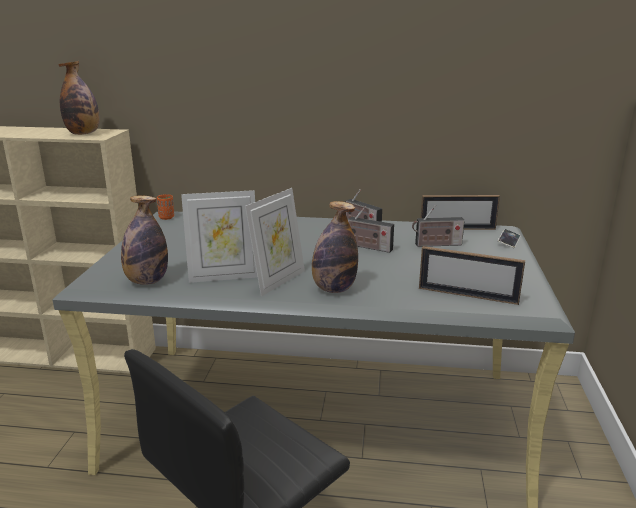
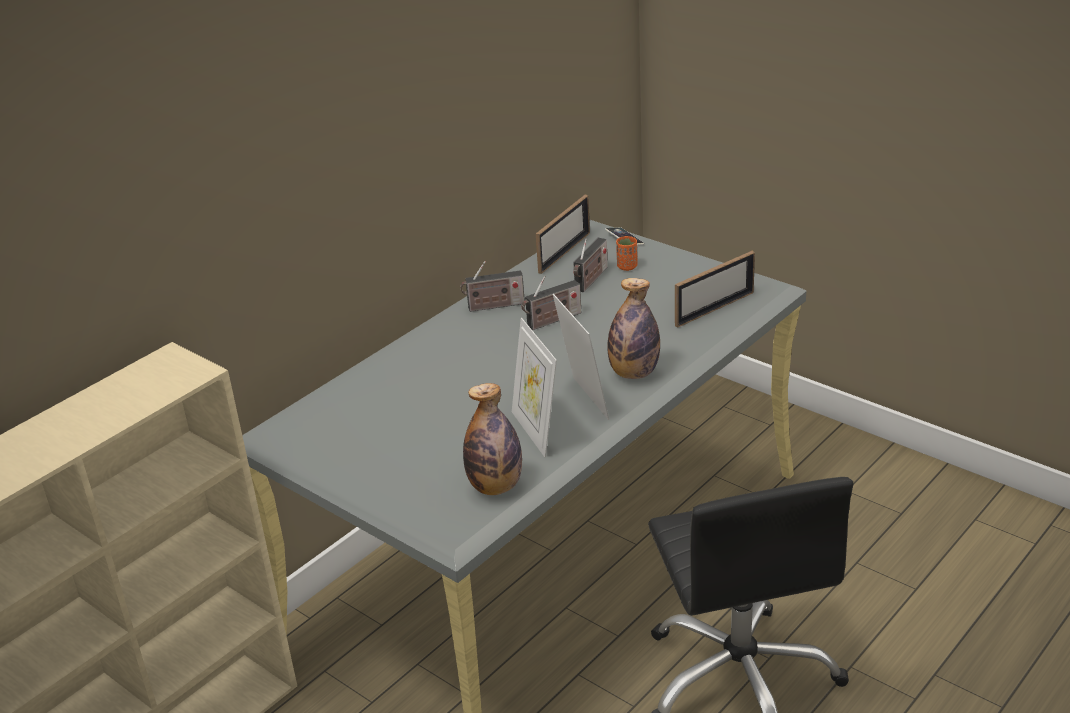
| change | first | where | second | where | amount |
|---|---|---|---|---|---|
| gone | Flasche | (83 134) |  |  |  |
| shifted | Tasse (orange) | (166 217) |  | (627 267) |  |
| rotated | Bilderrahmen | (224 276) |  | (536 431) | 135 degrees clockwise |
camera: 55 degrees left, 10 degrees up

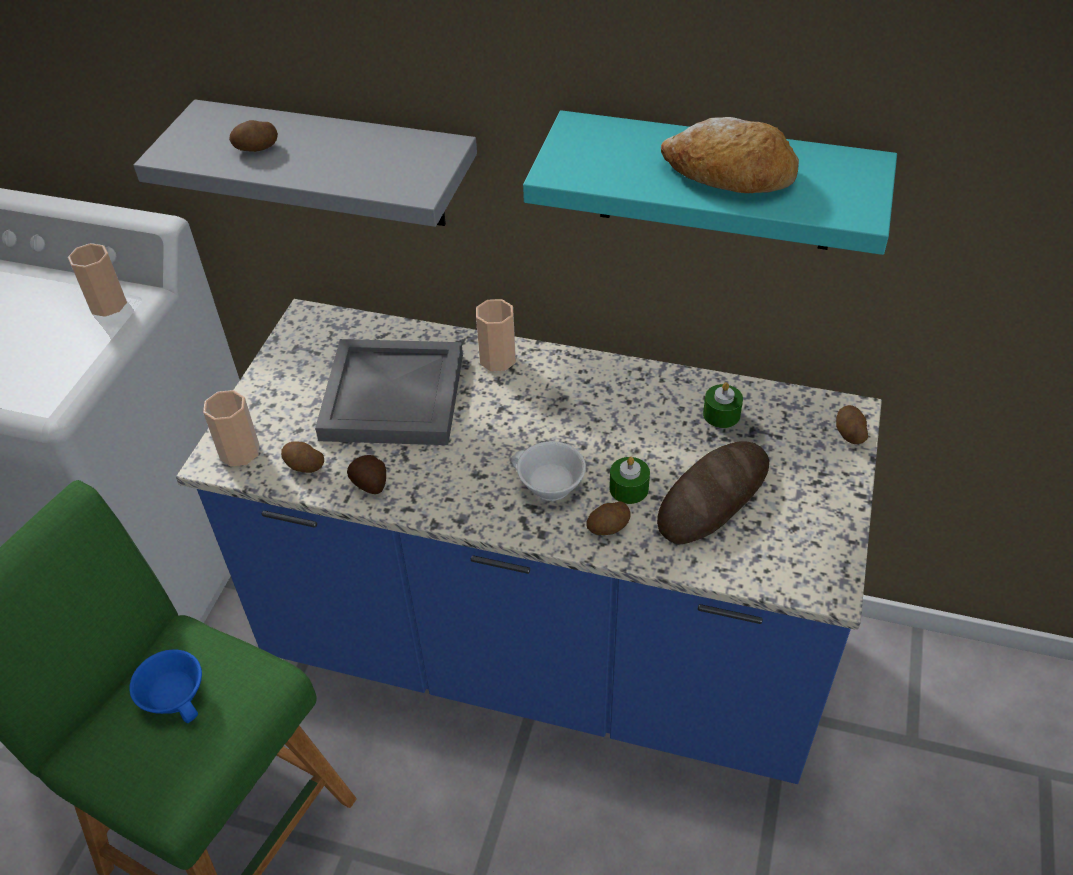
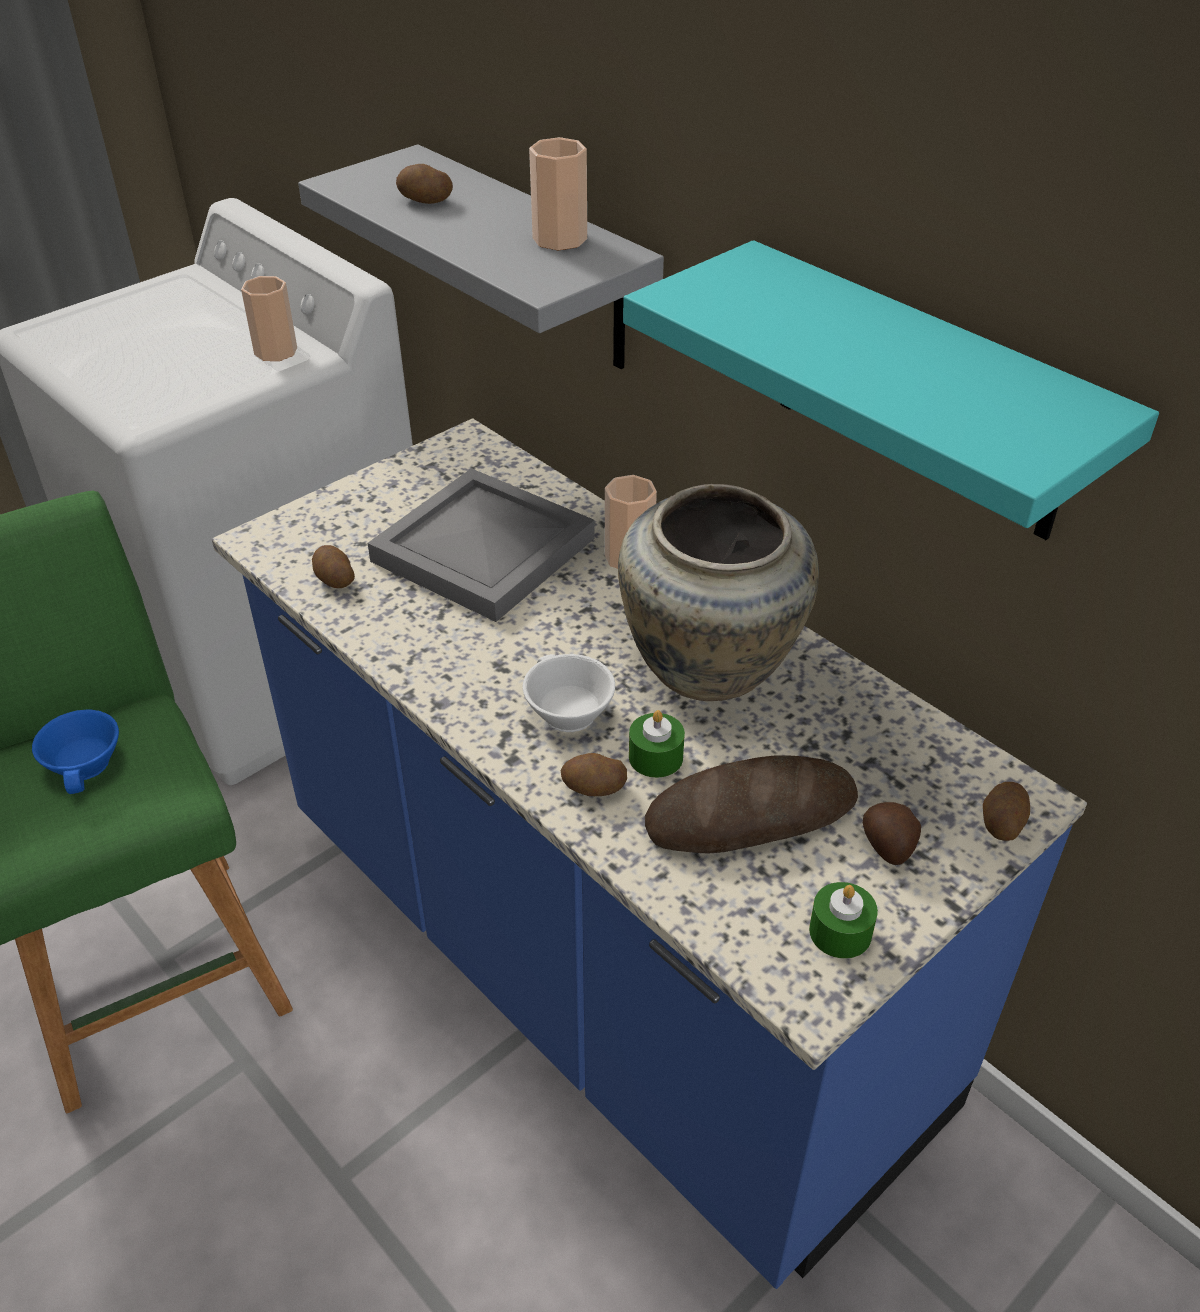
| change | first | where | second | where | amount |
|---|---|---|---|---|---|
| gone | Brot | (729 175) |  |  |  |
| new |  |  | Vase (beige) | (709 669) |  |
| shifted | Tasse | (239 452) |  | (559 239) |  |
| shifted | Kartoffel | (370 484) |  | (888 847) |  |
| shifted | Kerze (grün) | (721 414) |  | (840 932) |  |
camera: 30 degrees right, 5 degrees down

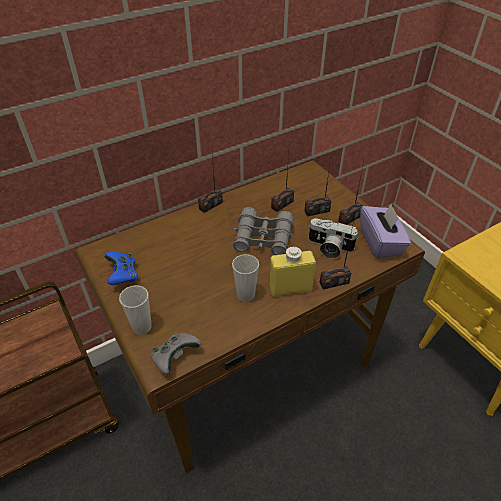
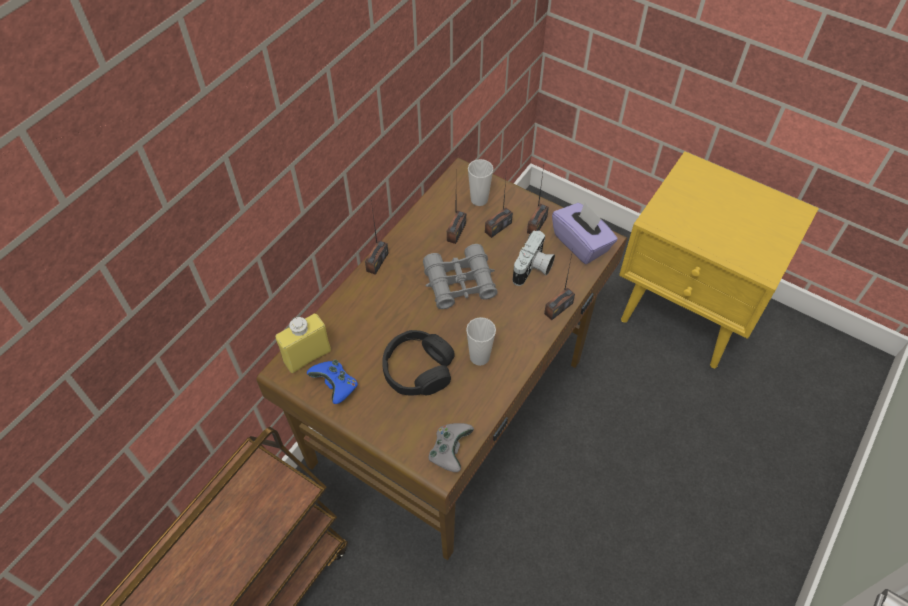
| change | first | where | second | where | amount |
|---|---|---|---|---|---|
| new |  |  | Kopfhörer (schwarz) | (418 369) |  |
| shifted | Tasse | (142 327) |  | (479 199) |  |
| shifted | Flasche (gelb) | (290 289) |  | (307 356) |  |
| rotated | Kamera | (329 248) |  | (533 269) | 60 degrees counterclockwise |
camera: 25 degrees left, 10 degrees up

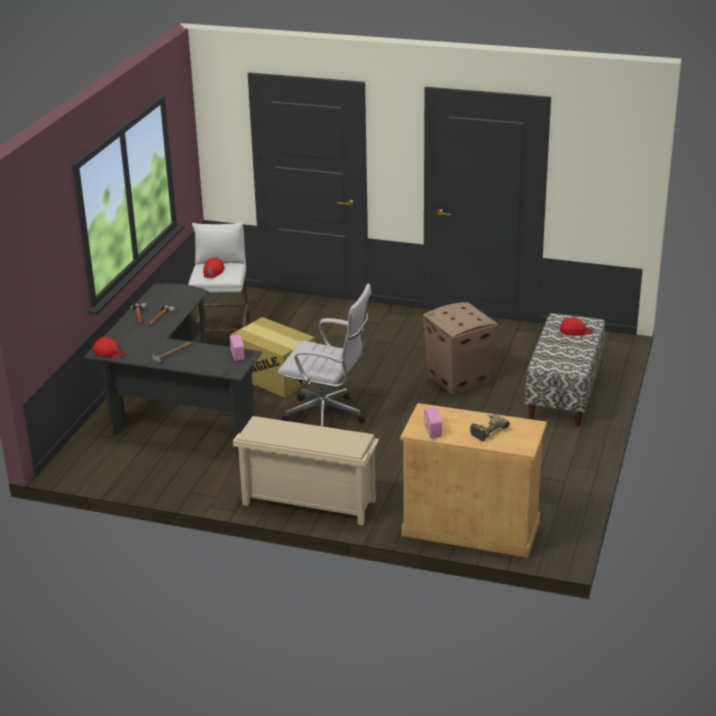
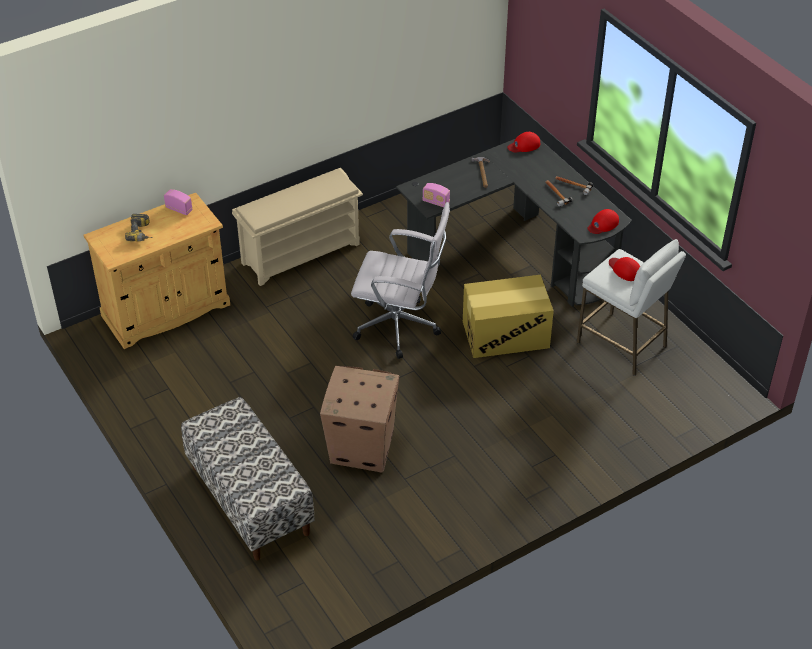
| change | first | where | second | where | amount |
|---|---|---|---|---|---|
| shifted | Kappe (rot) | (575 330) |  | (603 224) |  |
| rotated | Bürostuhl (weiß) | (328 417) |  | (401 328) | 135 degrees counterclockwise |
camera: 130 degrees right, 15 degrees up

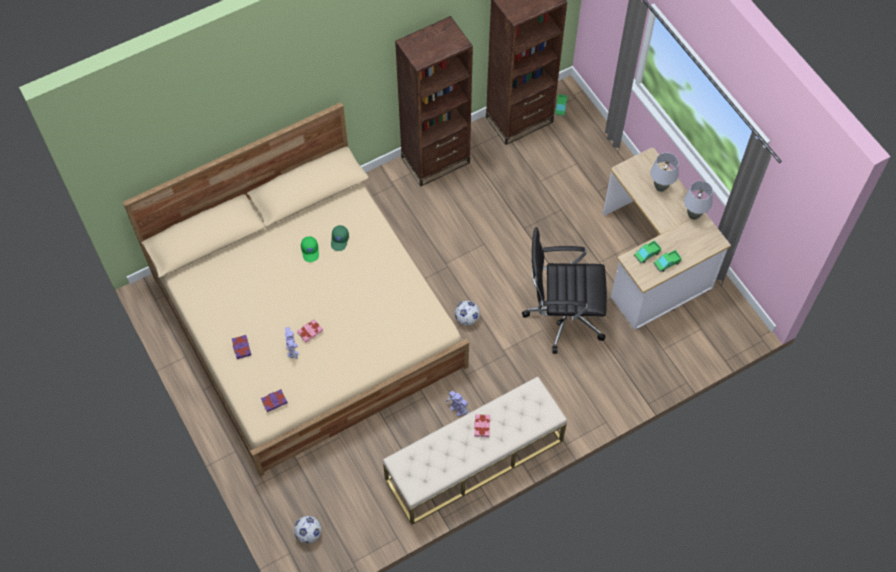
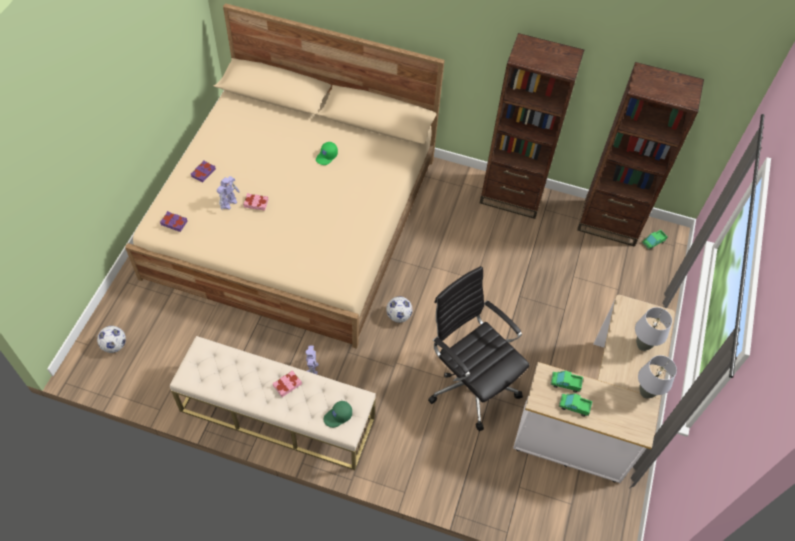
| change | first | where | second | where | amount |
|---|---|---|---|---|---|
| shifted | Kappe (grün) | (340 240) |  | (338 416) |  |
camera: 45 degrees right, 5 degrees down

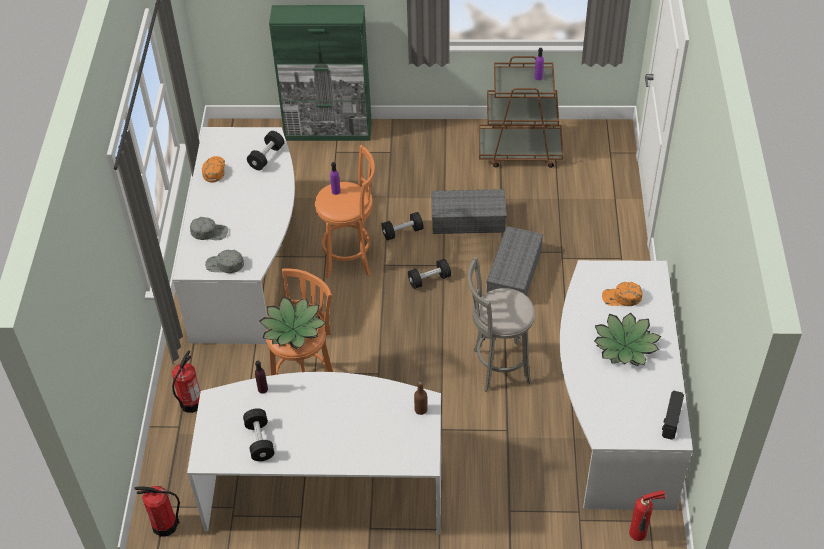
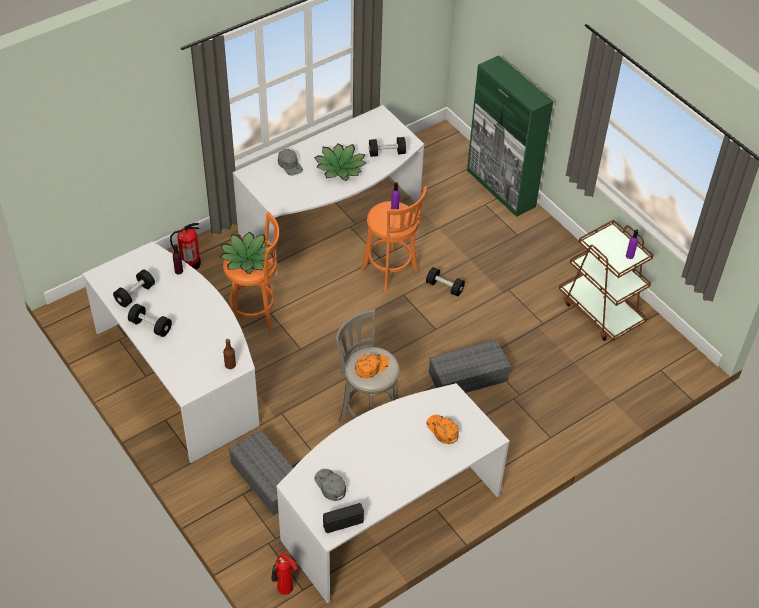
| change | first | where | second | where | amount |
|---|---|---|---|---|---|
| gone | Feuerlöscher | (165 525) |  |  |  |
| shifted | Kappe (orange) | (213 170) |  | (371 366) |  |
| shifted | Kappe (grau) | (224 265) |  | (330 485) |  |
| shifted | Hantel (schwarz) | (429 279) |  | (150 326) |  |
| shifted | Aufbewahrungsbox (grau) | (469 219) |  | (269 479) |  |
| shifted | Topfpflanze | (625 346) |  | (340 168) |  |
camera: 50 degrees right, 0 degrees up

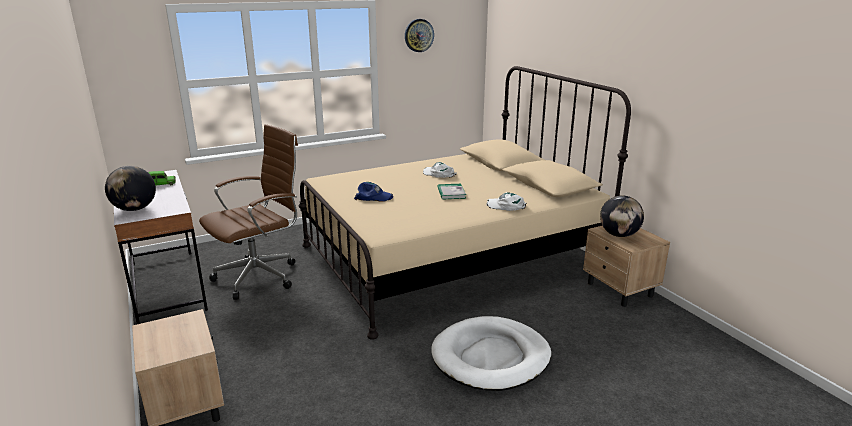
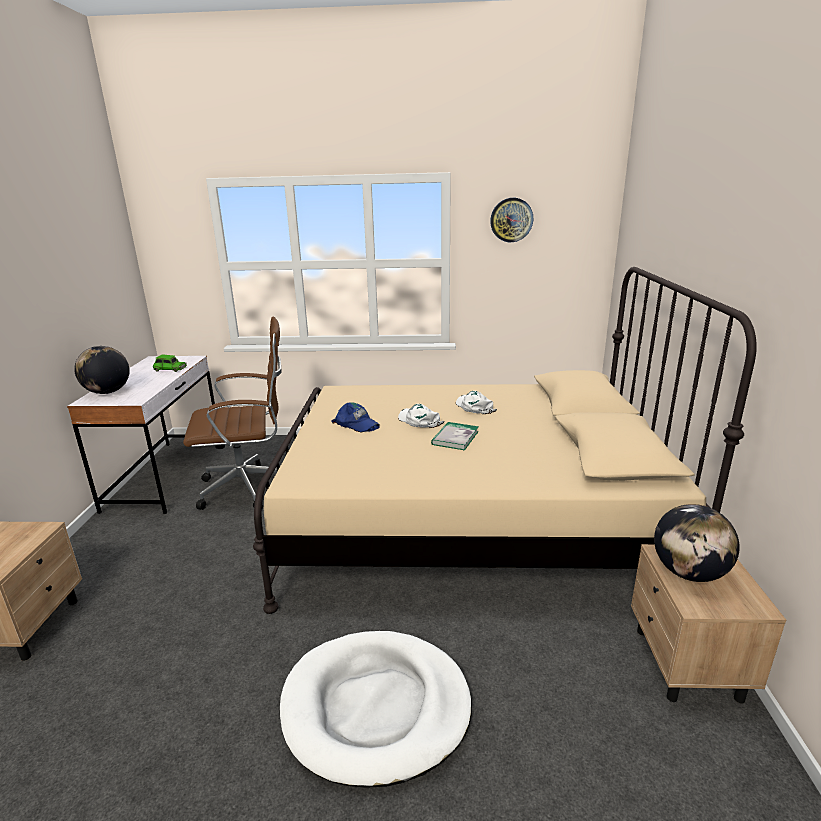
| change | first | where | second | where | amount |
|---|---|---|---|---|---|
| shifted | Kappe (weiß) | (506 206) |  | (419 420) |  |
camera: 30 degrees right, 0 degrees up

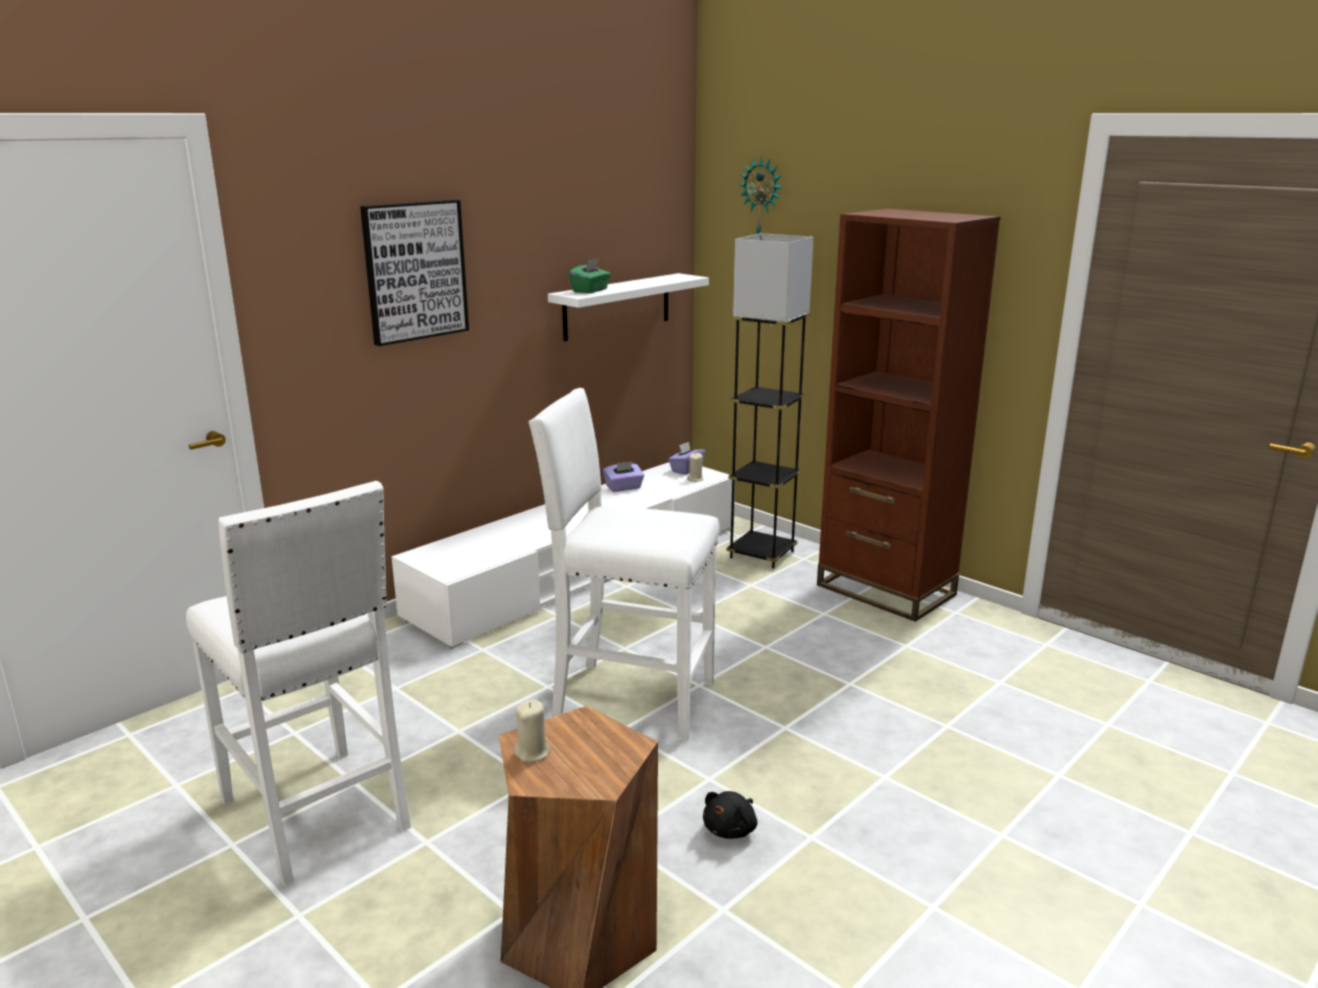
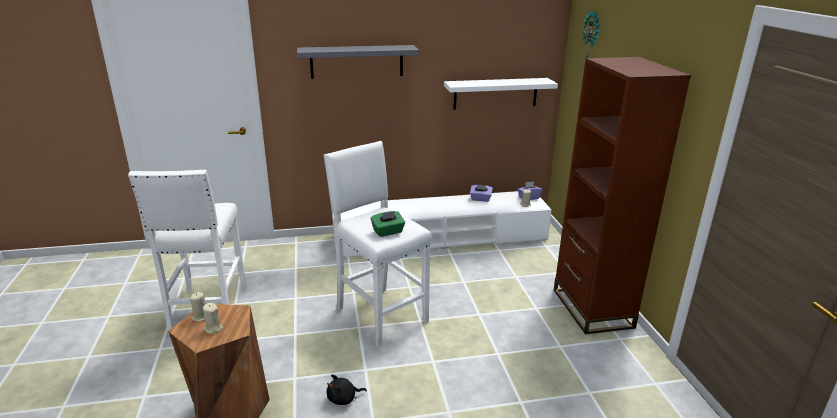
| change | first | where | second | where | amount |
|---|---|---|---|---|---|
| gone | Stehlampe (grau) | (761 554) |  |  |  |
| new |  |  | Kerze (beige) | (213 329) |  |
| shifted | Taschentuchbox (grün) | (590 291) |  | (388 232) |  |
| swapped | Bild | (415 271) | Wandregal (grau) | (357 61) |  |
camera: 35 degrees right, 5 degrees up

